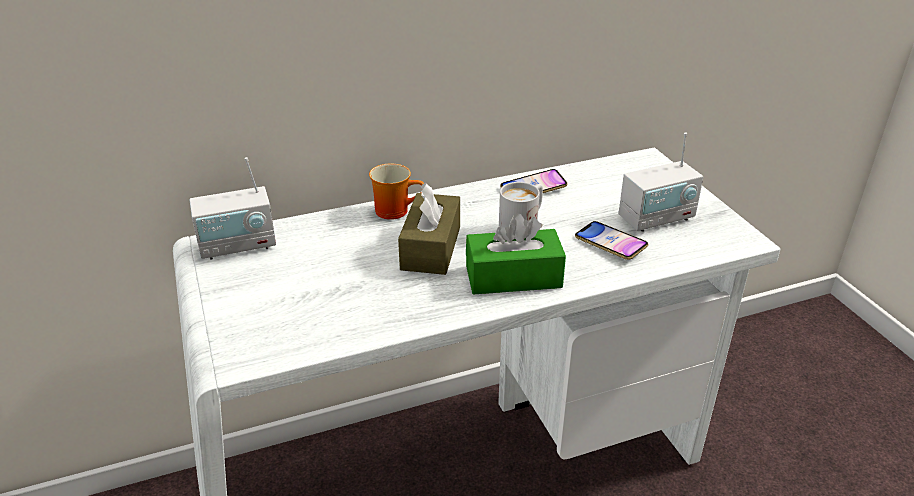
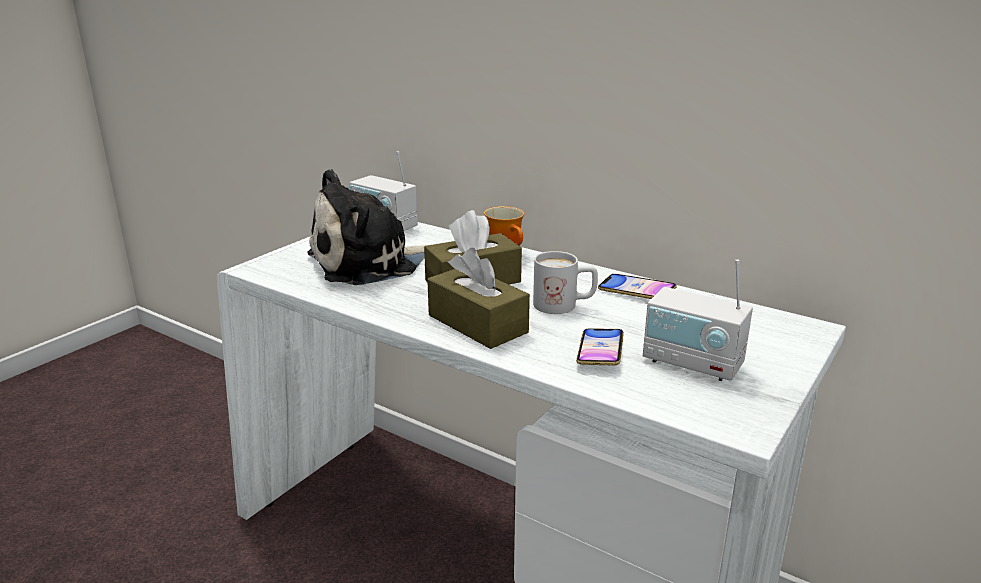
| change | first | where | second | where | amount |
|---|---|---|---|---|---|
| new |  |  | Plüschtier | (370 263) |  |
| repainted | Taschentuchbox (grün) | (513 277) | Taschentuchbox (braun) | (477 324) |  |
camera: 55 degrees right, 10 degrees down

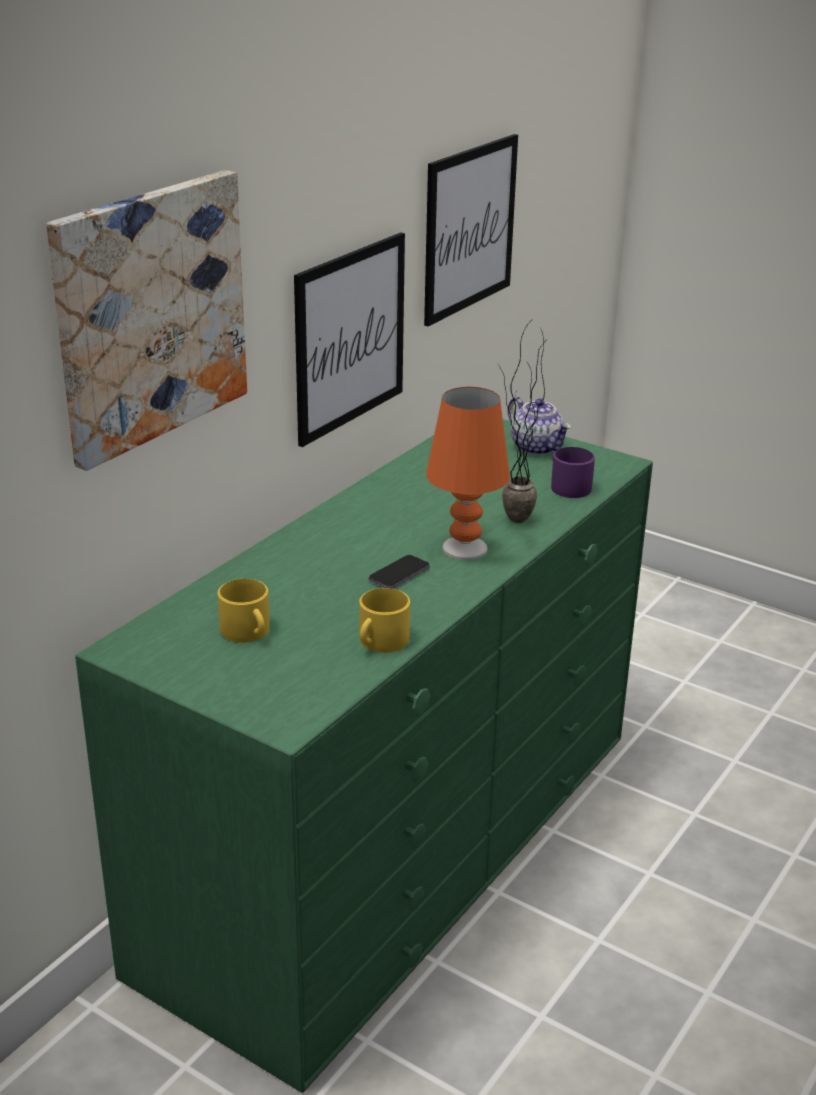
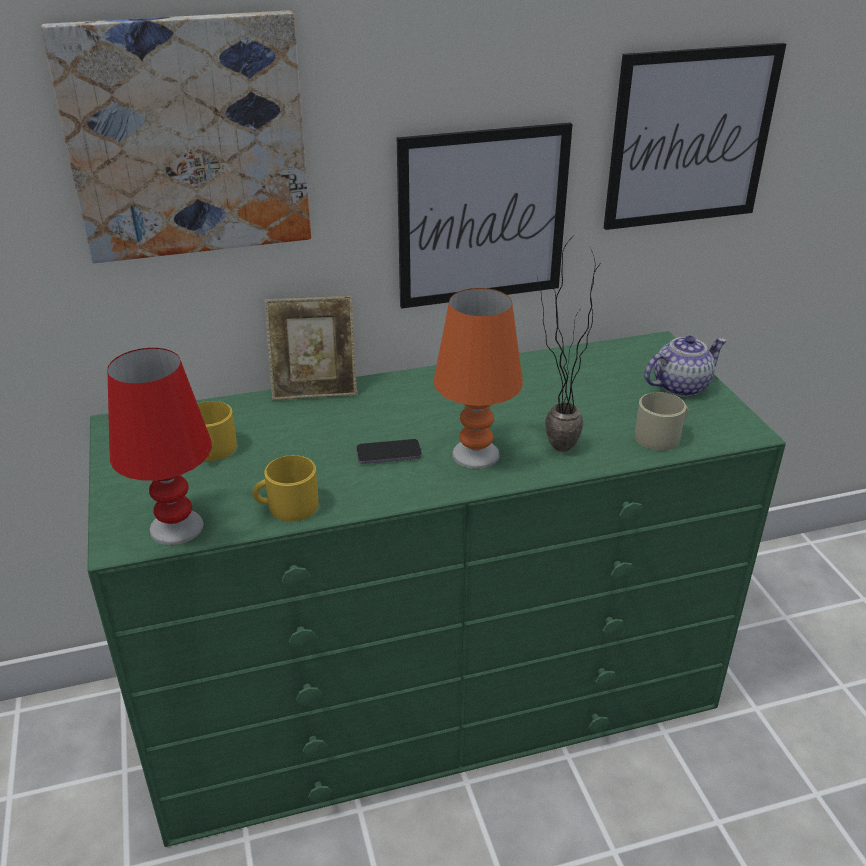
| change | first | where | second | where | amount |
|---|---|---|---|---|---|
| new |  |  | Tischlampe (rot) | (177 527) |  |
| new |  |  | Bilderrahmen | (315 390) |  |
| repainted | Henkelbecher (lila) | (572 486) | Henkelbecher (beige) | (662 436) |  |
| rotated | Teekanne | (537 447) |  | (680 386) | 120 degrees counterclockwise |
camera: 40 degrees right, 5 degrees up

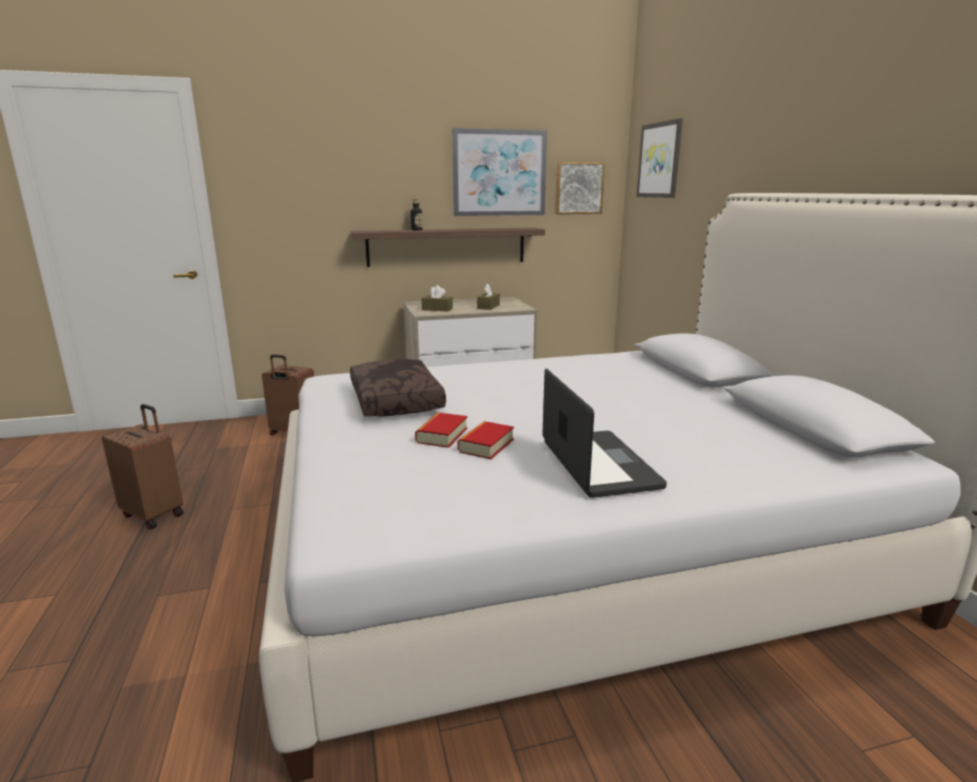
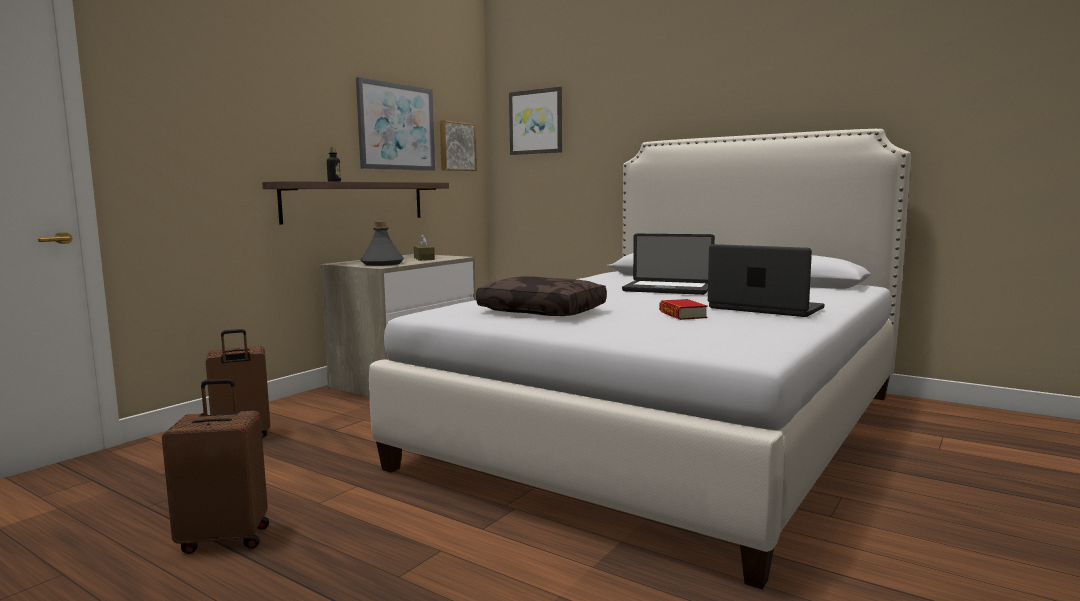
| change | first | where | second | where | amount |
|---|---|---|---|---|---|
| gone | Buch | (442 435) |  |  |  |
| new |  |  | Laptop | (667 289) |  |
| swapped | Taschentuchbox (braun) | (437 309) | Flasche (grau) | (382 264) |  |
camera: 40 degrees left, 10 degrees down

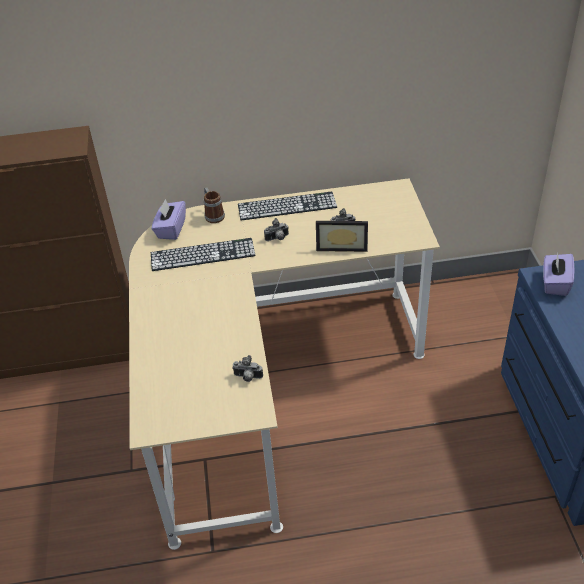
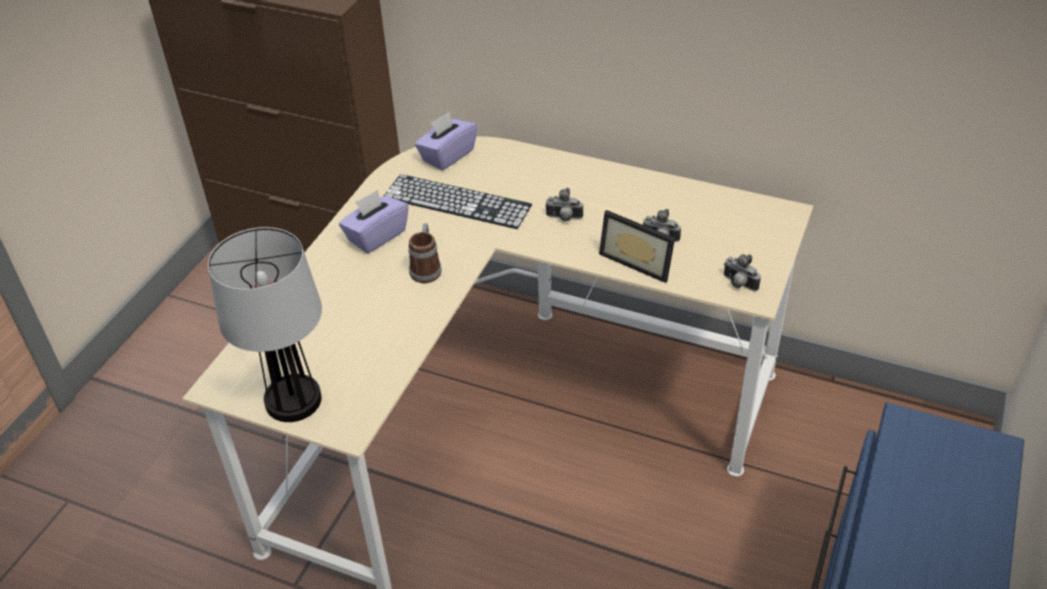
| change | first | where | second | where | amount |
|---|---|---|---|---|---|
| gone | Tastatur | (287 206) |  |  |  |
| new |  |  | Tischlampe | (293 401) |  |
| shifted | Henkelbecher | (213 215) |  | (426 268) |  |
| shifted | Kamera | (247 377) |  | (738 284) |  |
| shifted | Taschentuchbox (lila) | (555 283) |  | (376 236) |  |
camera: 30 degrees right, 0 degrees up

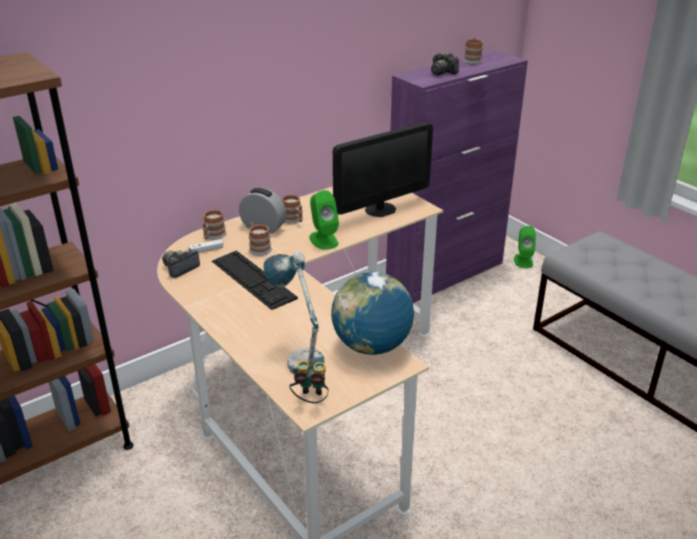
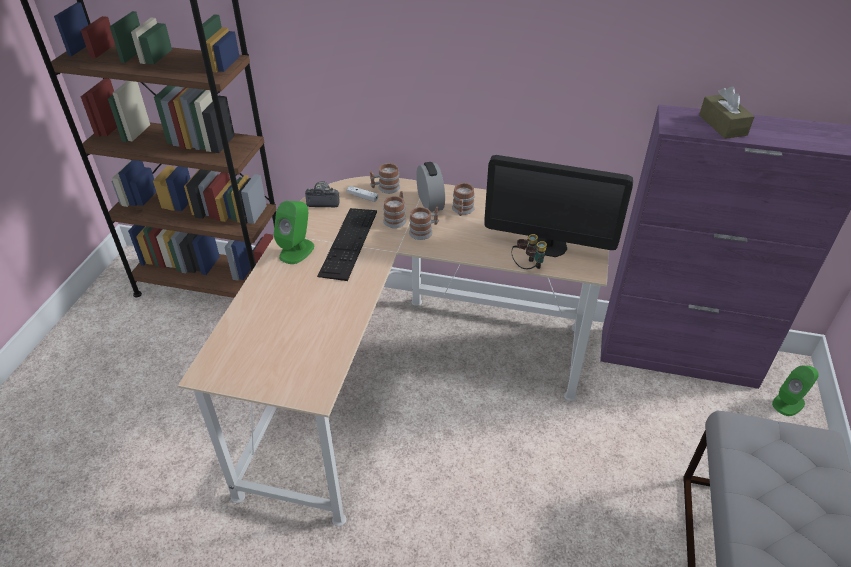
| change | first | where | second | where | amount |
|---|---|---|---|---|---|
| gone | Tischlampe | (297 355) |  |  |  |
| gone | Globus | (371 346) |  |  |  |
| shifted | Fernglas | (310 400) |  | (527 267) |  |
| shifted | Lautsprecher (grün) | (323 240) |  | (297 251) |  |
| shifted | Henkelbecher | (472 60) |  | (424 231) |  |
| swapped | Kamera | (442 72) | Taschentuchbox (braun) | (722 125) |  |
camera: 50 degrees right, 10 degrees up

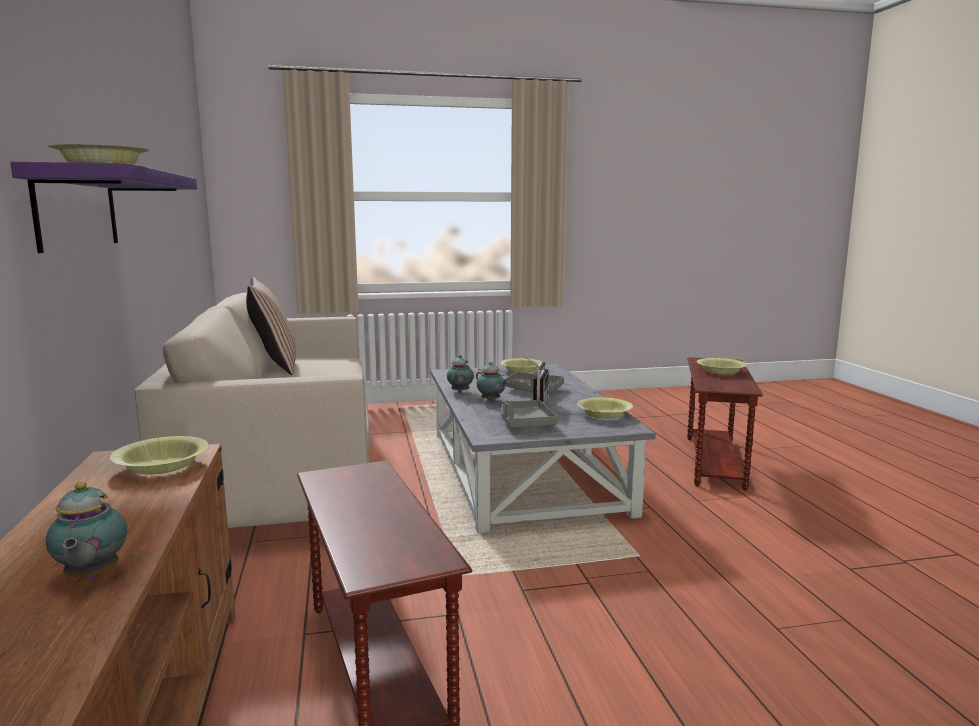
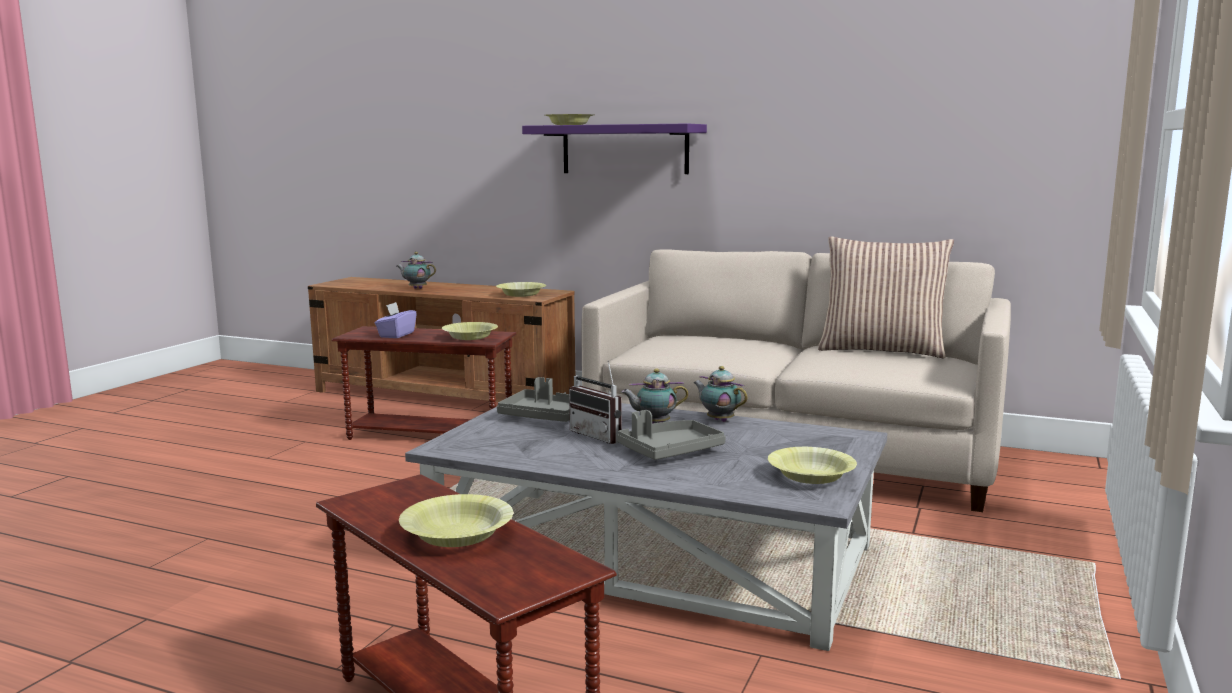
| change | first | where | second | where | amount |
|---|---|---|---|---|---|
| new |  |  | Taschentuchbox (lila) | (396 335) |  |
| shifted | Schüssel (gelb) | (604 415) |  | (470 337) |  |
camera: 125 degrees right, 0 degrees up

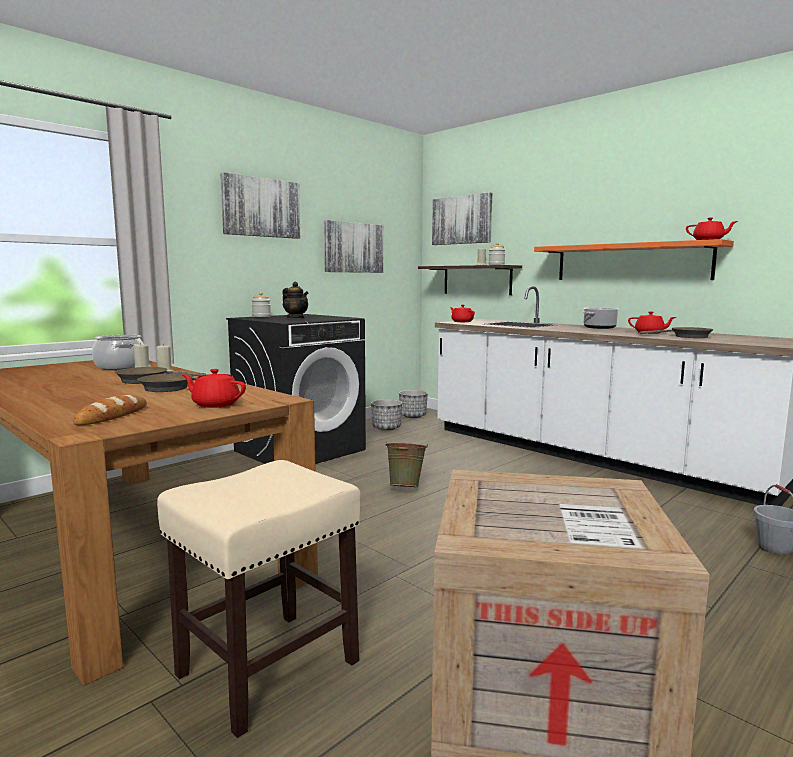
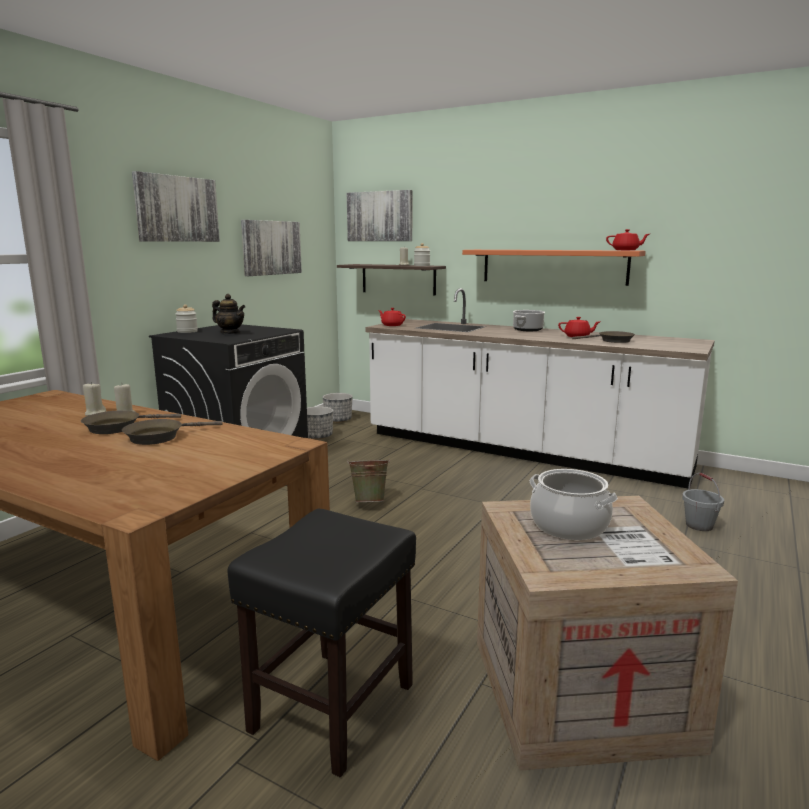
| change | first | where | second | where | amount |
|---|---|---|---|---|---|
| gone | Brot | (112 416) |  |  |  |
| gone | Teekanne (rot) | (215 404) |  |  |  |
| shifted | Kochtopf | (120 366) |  | (568 526) |  |
| repainted | Hocker (beige) | (266 669) | Hocker (schwarz) | (332 708) |  |
camera: 15 degrees left, 5 degrees up

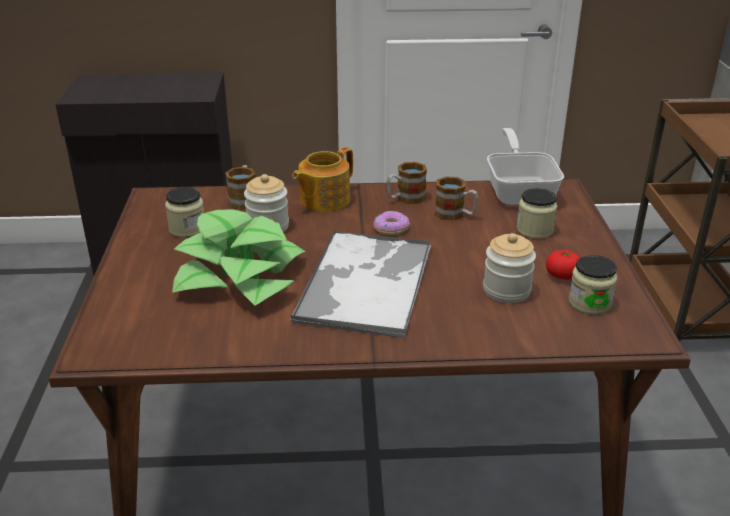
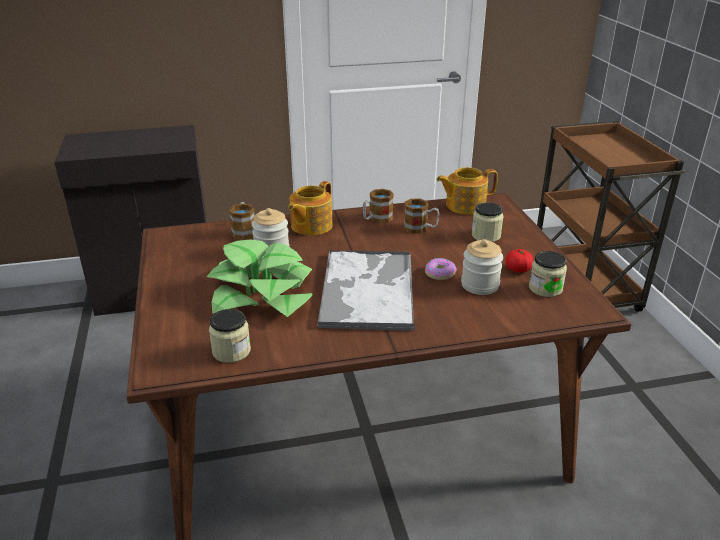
| change | first | where | second | where | amount |
|---|---|---|---|---|---|
| shifted | Vorratsglas | (187 228) |  | (231 351) |  |
| shifted | Donut | (391 228) |  | (440 273) |  |
| swapped | Pfanne | (520 190) | Teekanne | (464 205) |  |
camera: 10 degrees left, 0 degrees up

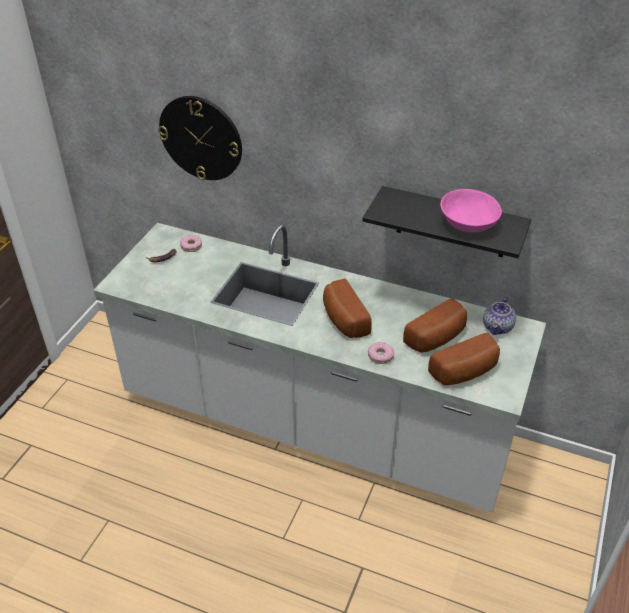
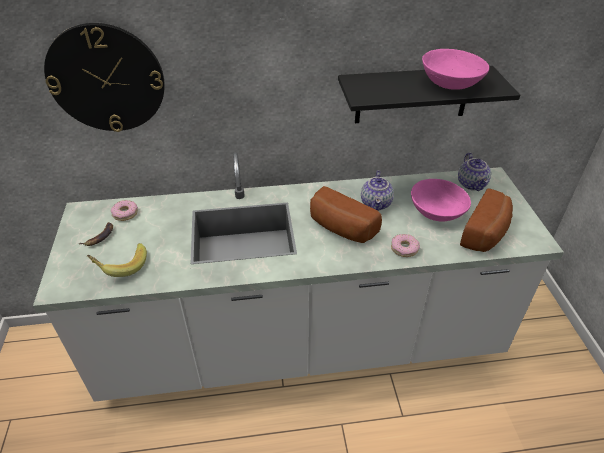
| change | first | where | second | where | amount |
|---|---|---|---|---|---|
| new |  |  | Banane | (121 266) |  |
| new |  |  | Teekanne | (376 204) |  |
| swapped | Brot | (437 338) | Schüssel (rosa) | (436 212) |  |
camera: 30 degrees left, 0 degrees up

